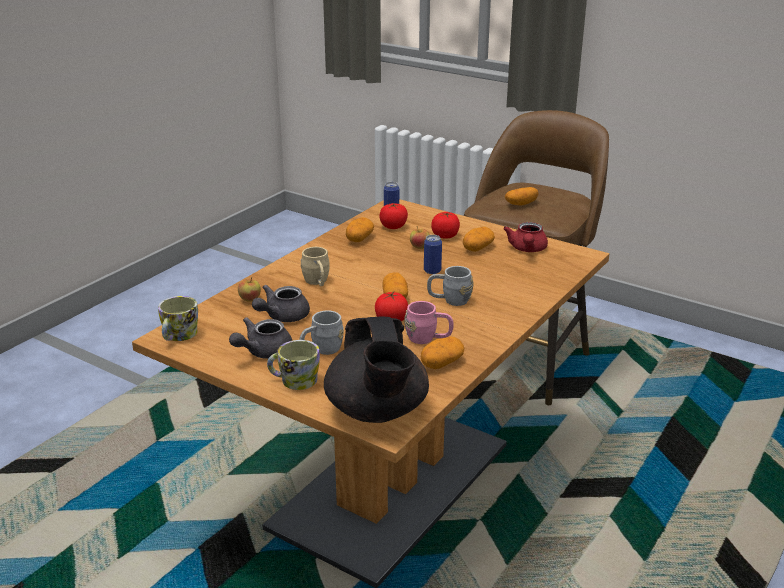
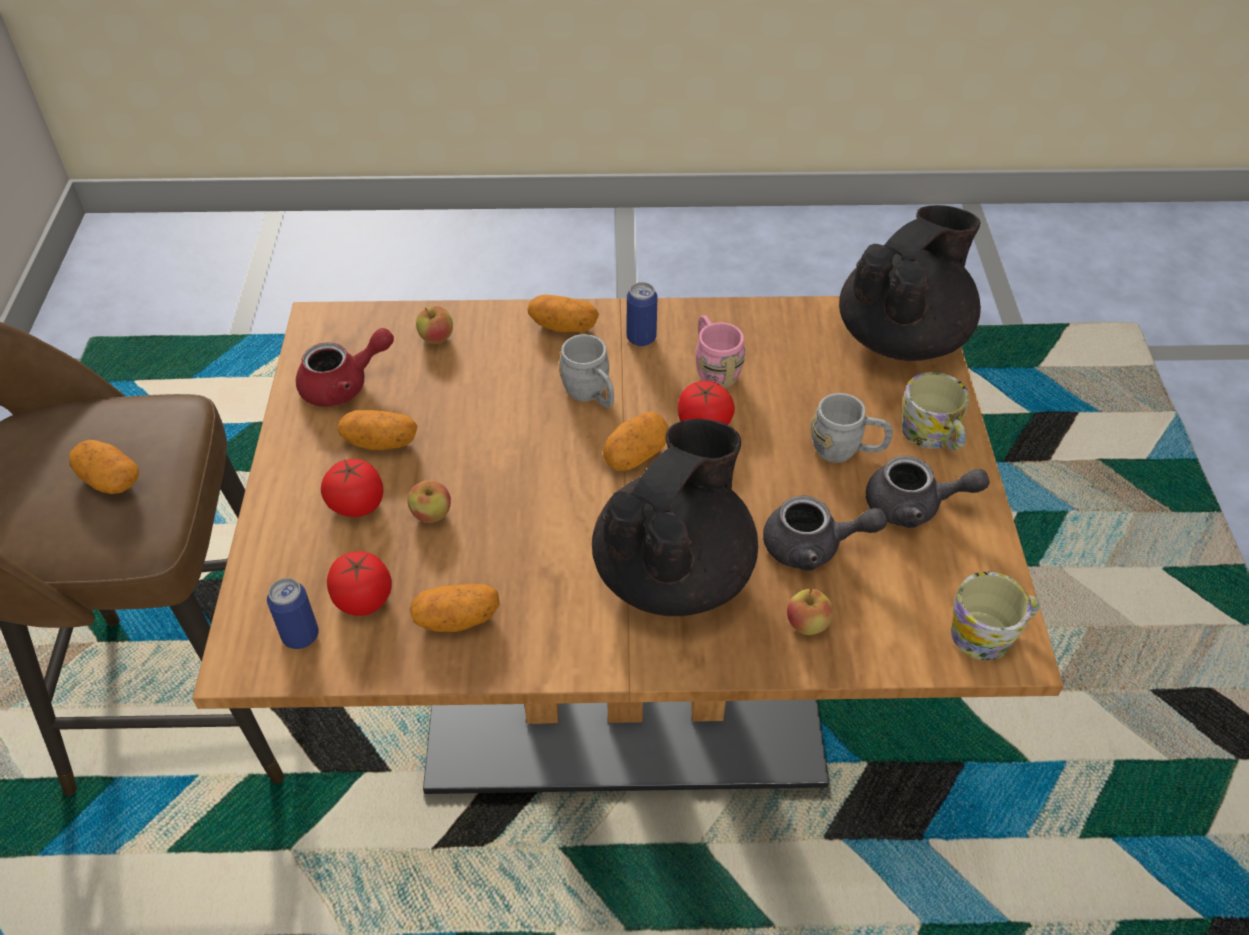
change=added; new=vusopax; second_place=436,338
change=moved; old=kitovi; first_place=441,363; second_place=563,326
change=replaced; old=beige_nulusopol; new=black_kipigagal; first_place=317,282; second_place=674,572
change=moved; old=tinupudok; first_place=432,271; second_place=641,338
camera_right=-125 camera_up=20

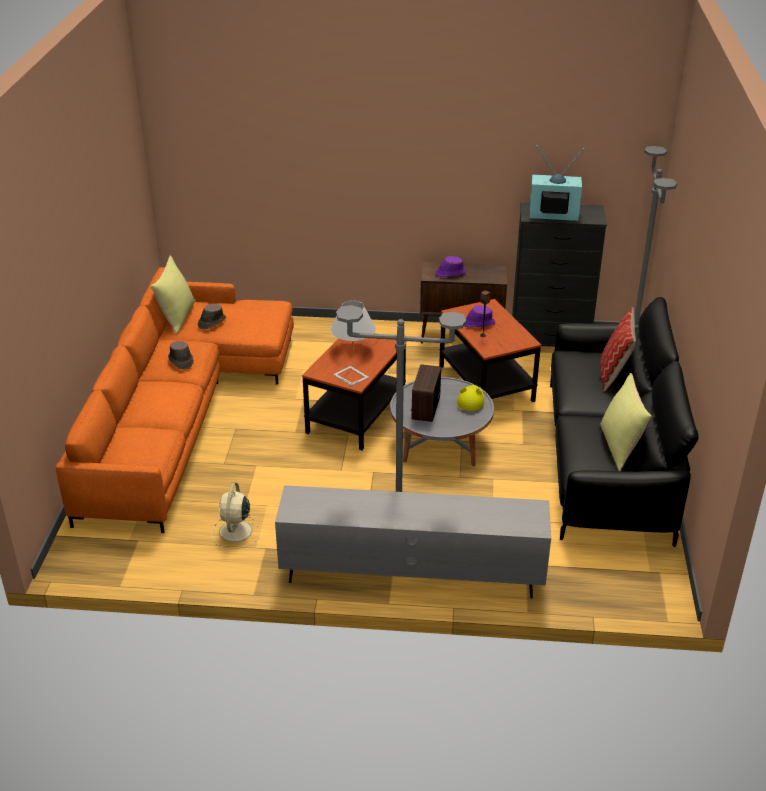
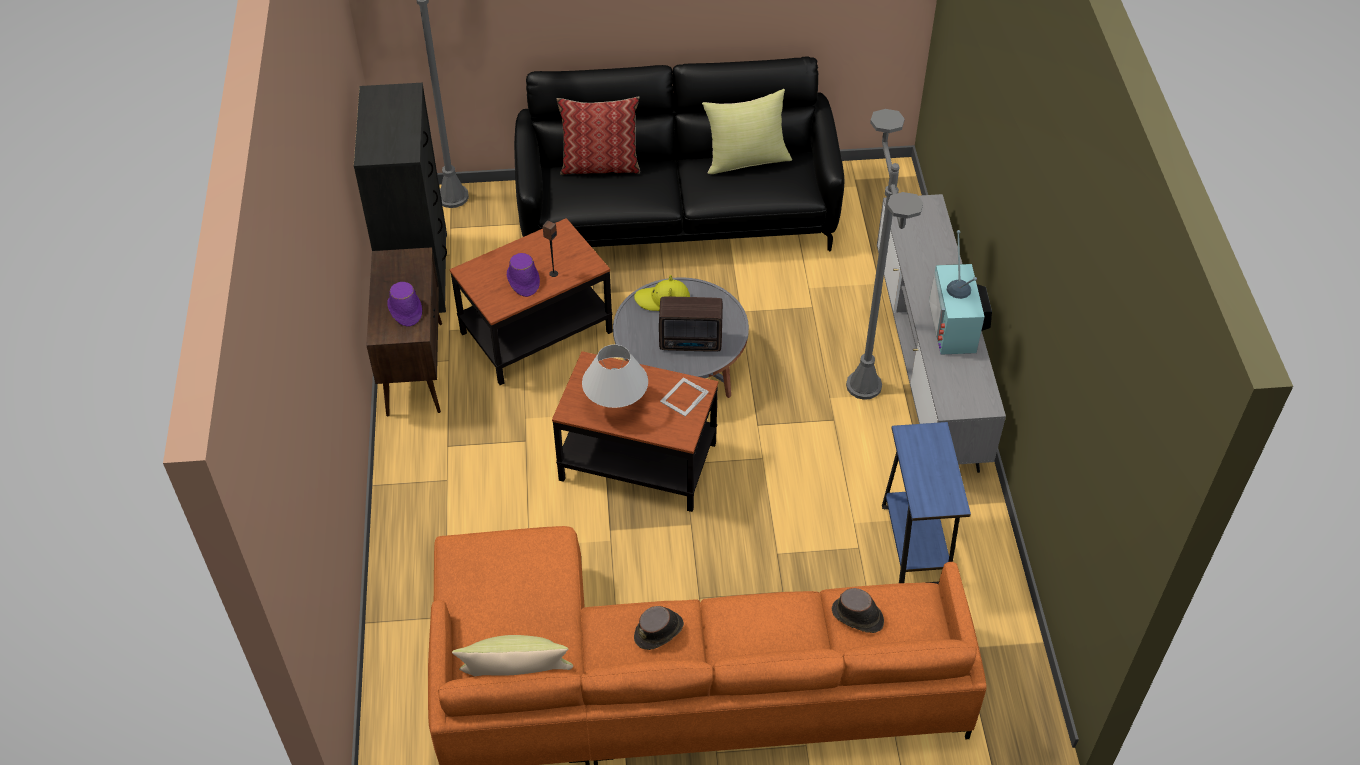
change=moved; old=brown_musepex; first_place=211,322; second_place=858,617
change=replaced; old=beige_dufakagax; new=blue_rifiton; first_place=235,532; second_place=914,544
change=moved; old=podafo; first_place=552,215; second_place=956,327
camera_right=-100 camera_up=15

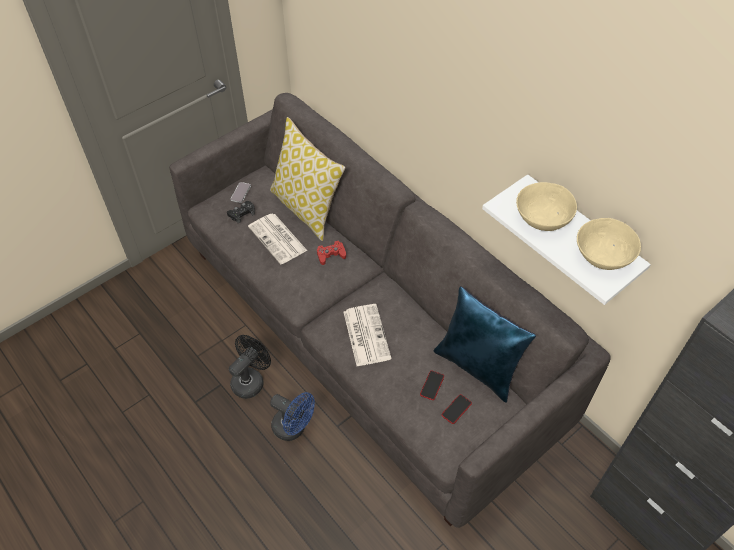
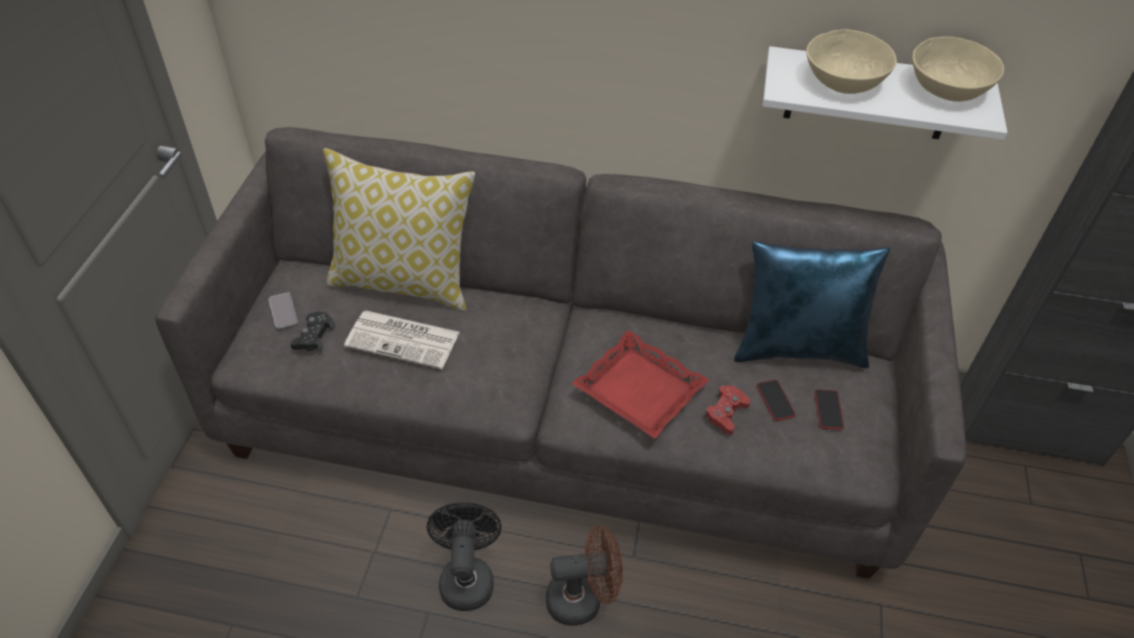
change=recoloured; old=blue_dufakagax; new=brown_dufakagax; first_place=294,428; second_place=583,598
change=replaced; old=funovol; new=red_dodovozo; first_place=366,334; second_place=638,390
change=moved; old=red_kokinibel; first_place=331,255; second_place=725,413
camera_right=-40 camera_up=-5

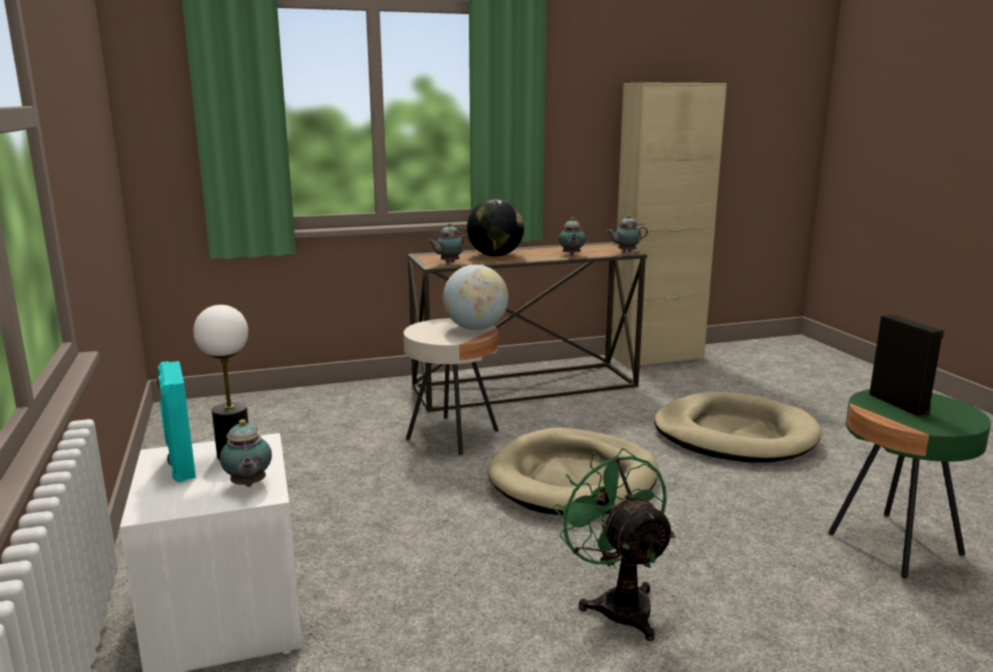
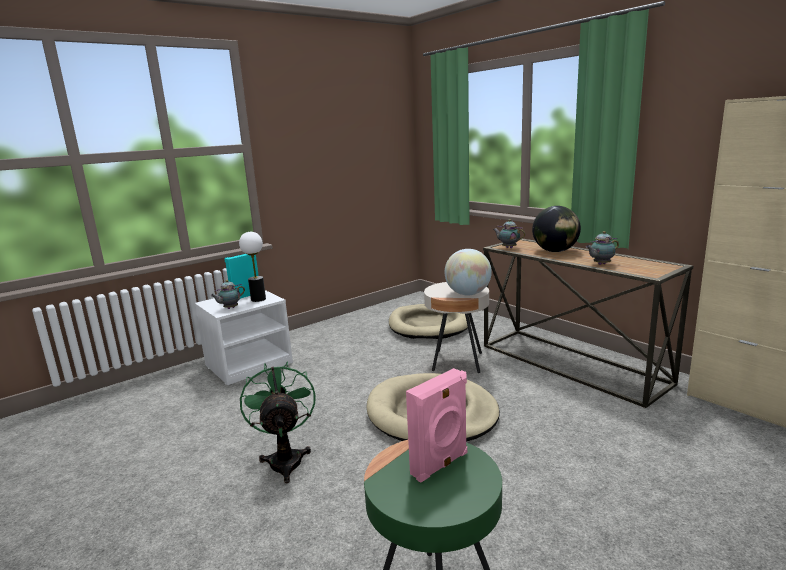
change=turned; old=green_dufakagax; first_place=617,603; second_place=285,458; degrees=-60
change=moved; old=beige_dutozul; first_place=734,435; second_place=429,325
change=recoloured; old=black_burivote; new=pink_burivote; first_place=900,404; second_place=441,465
change=removed; old=kipigagal; first_place=625,252
camera_right=70 camera_up=0

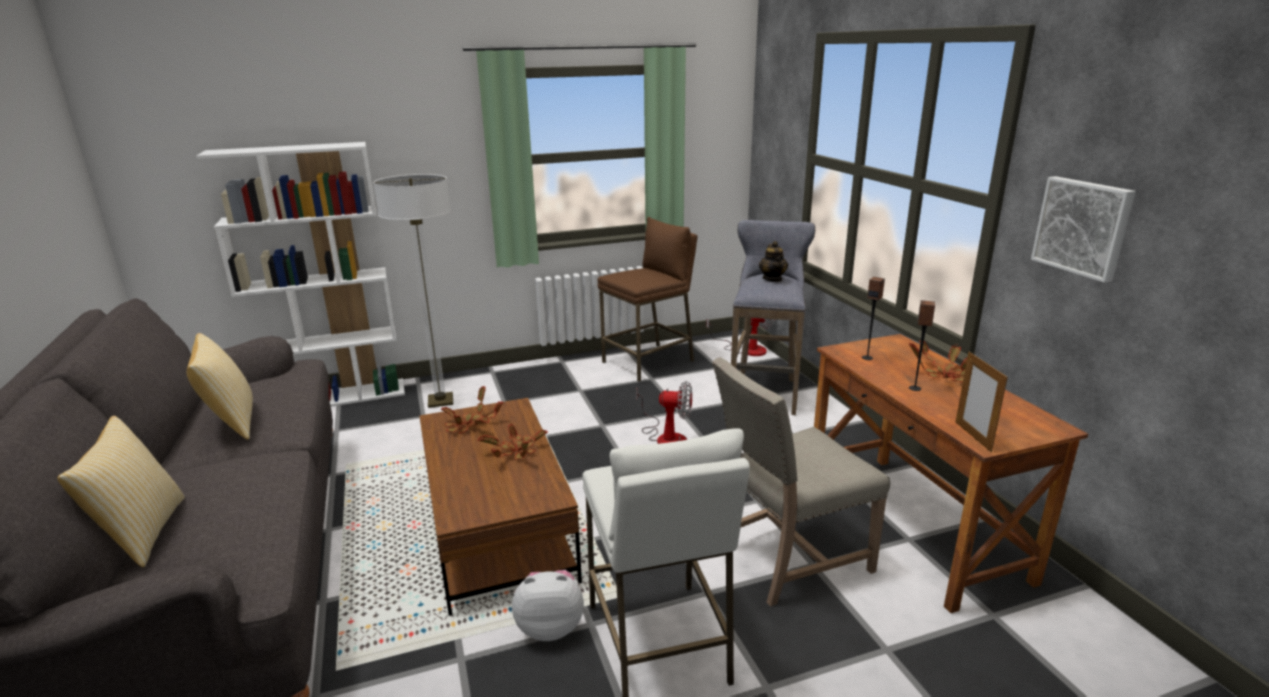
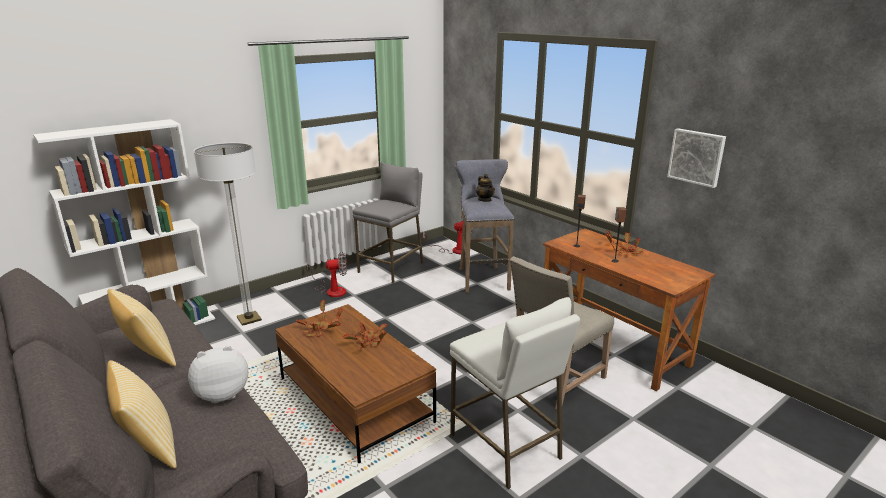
change=moved; old=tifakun; first_place=550,626; second_place=222,394
change=moved; old=dufakagax; first_place=666,437; second_place=331,290
change=recoloured; old=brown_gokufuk; new=grey_gokufuk; first_place=649,362; second_place=391,268
change=removed; old=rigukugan; first_place=973,436
camera_right=-20 camera_up=0

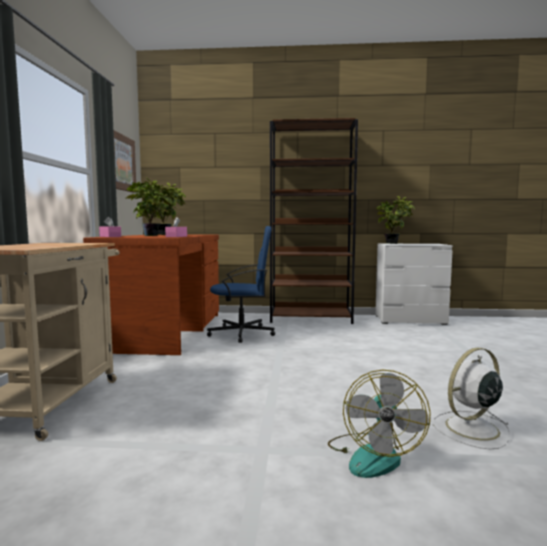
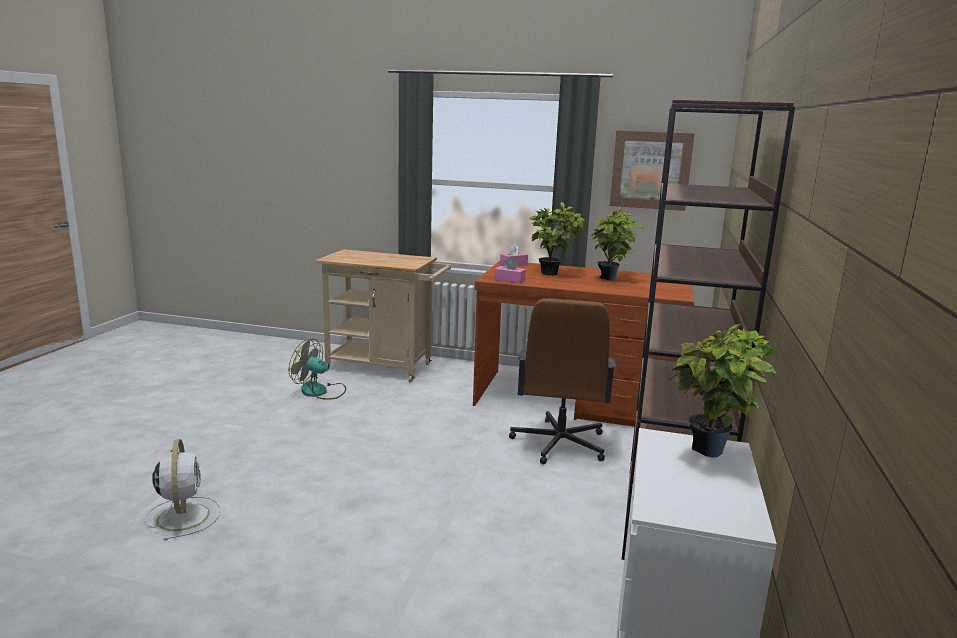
change=moved; old=dufakagax; first_place=373,455; second_place=320,392
change=recoloured; old=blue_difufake; new=brown_difufake; first_place=242,333; second_place=559,444
camera_right=100 camera_up=10

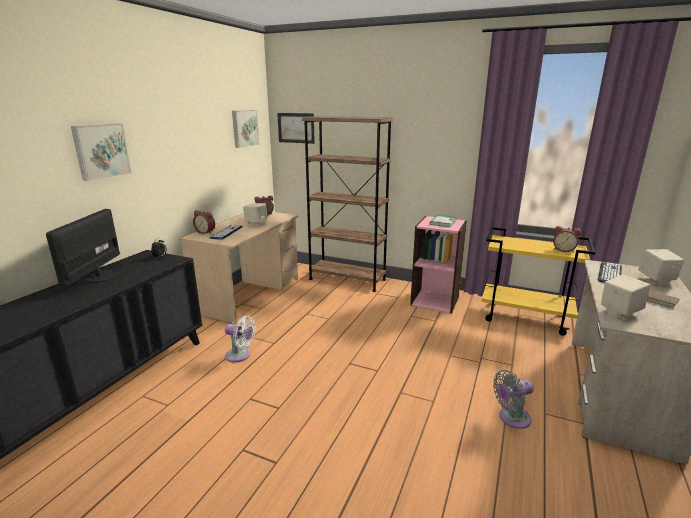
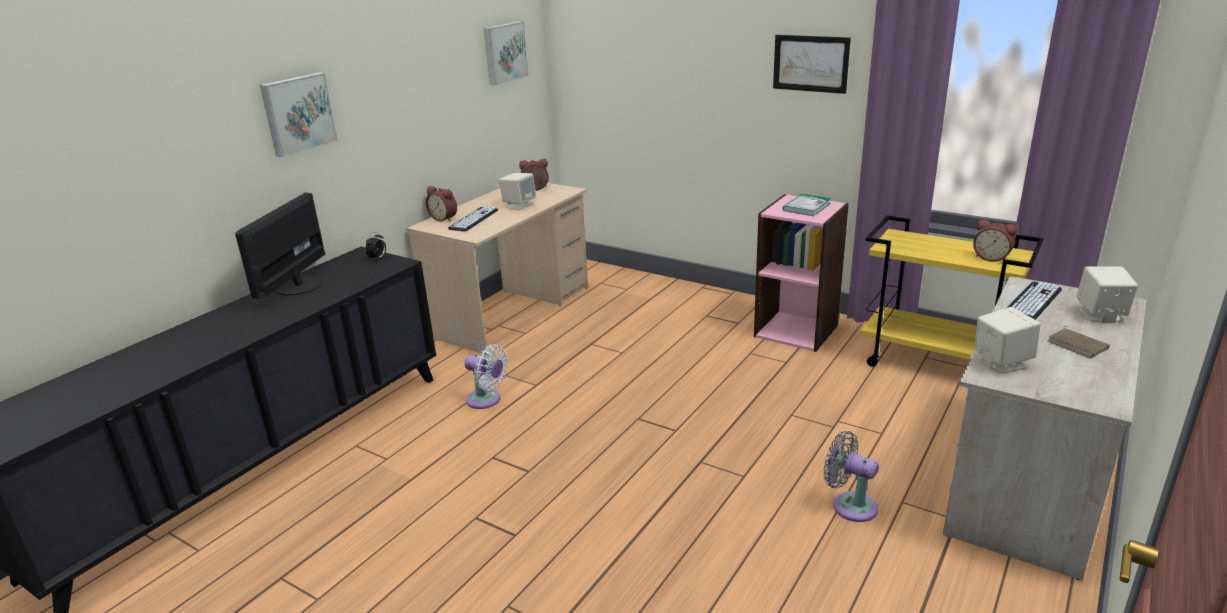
change=moved; old=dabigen; first_place=296,128; second_place=810,63
change=turned; old=grey_dufakagax; first_place=511,418; second_place=850,505; degrees=45
change=removed; old=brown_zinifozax; first_place=347,279
camera_right=10 camera_up=5

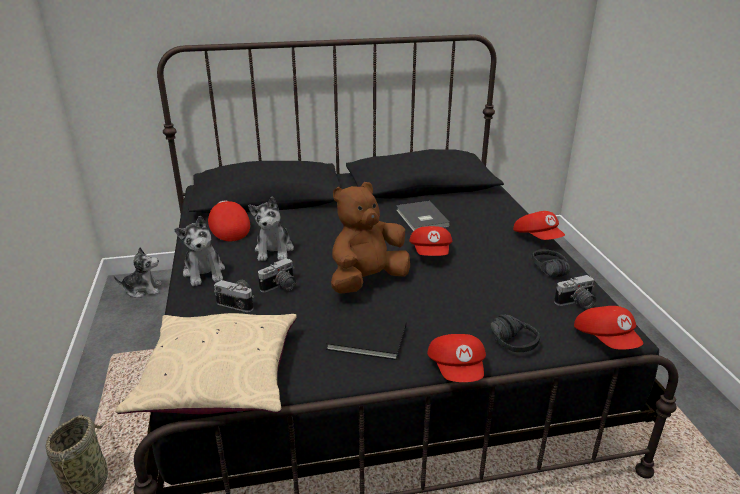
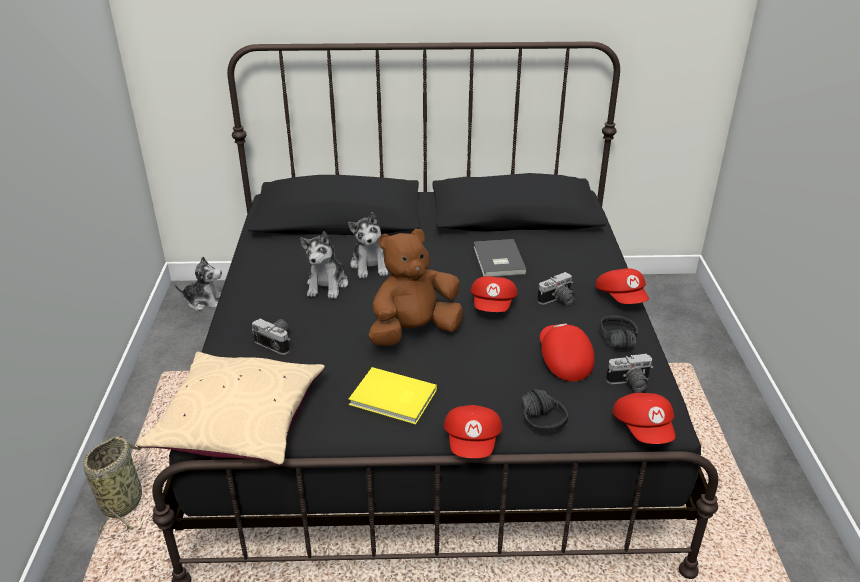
change=moved; old=tifakun; first_place=204,272; second_place=370,265
change=recoloured; old=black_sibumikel; new=yellow_sibumikel; first_place=367,339; second_place=393,399
change=moved; old=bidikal; first_place=280,287; second_place=558,300
change=moved; old=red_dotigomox; first_place=228,230; second_place=563,361
camera_right=10 camera_up=5

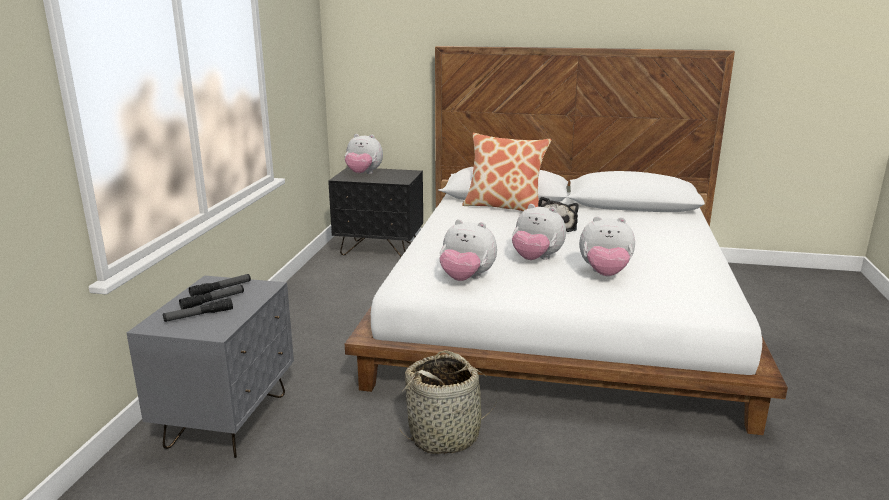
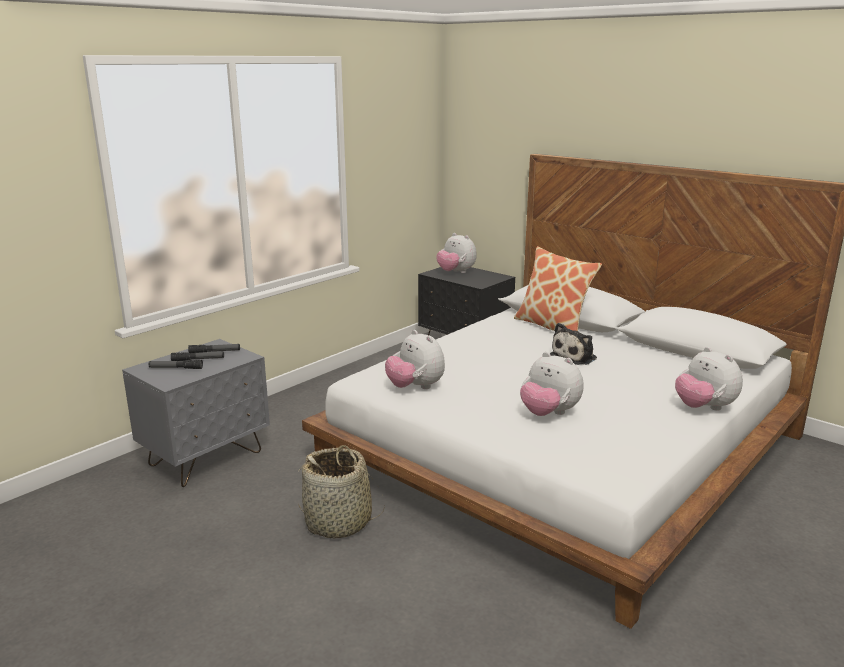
change=moved; old=tifakun; first_place=536,259; second_place=704,408
camera_right=30 camera_up=0

